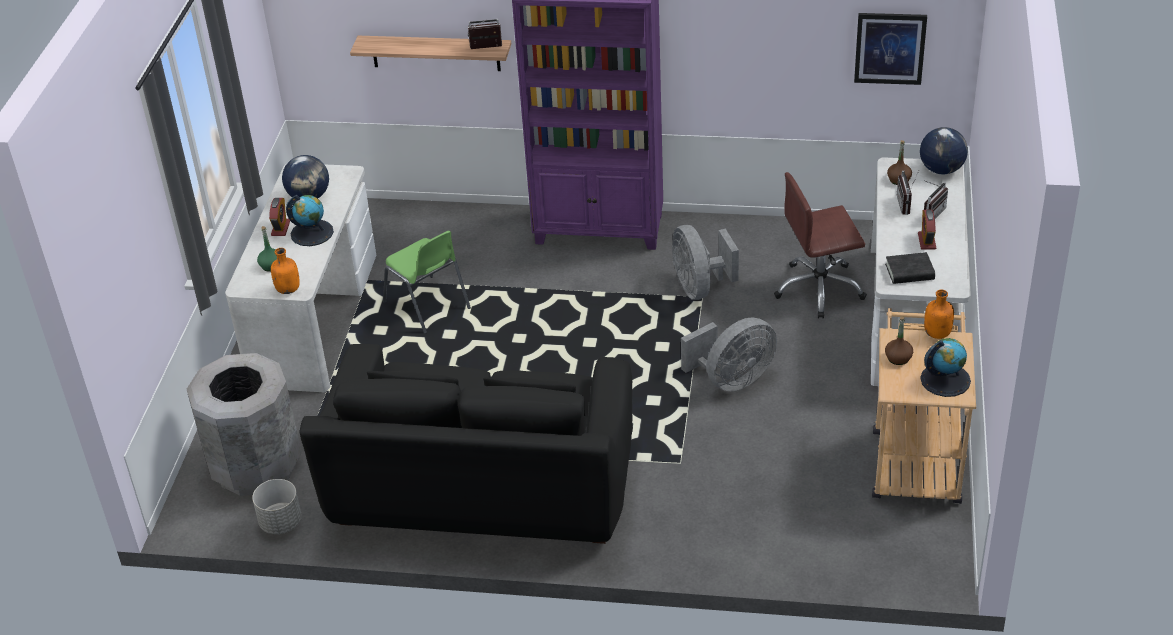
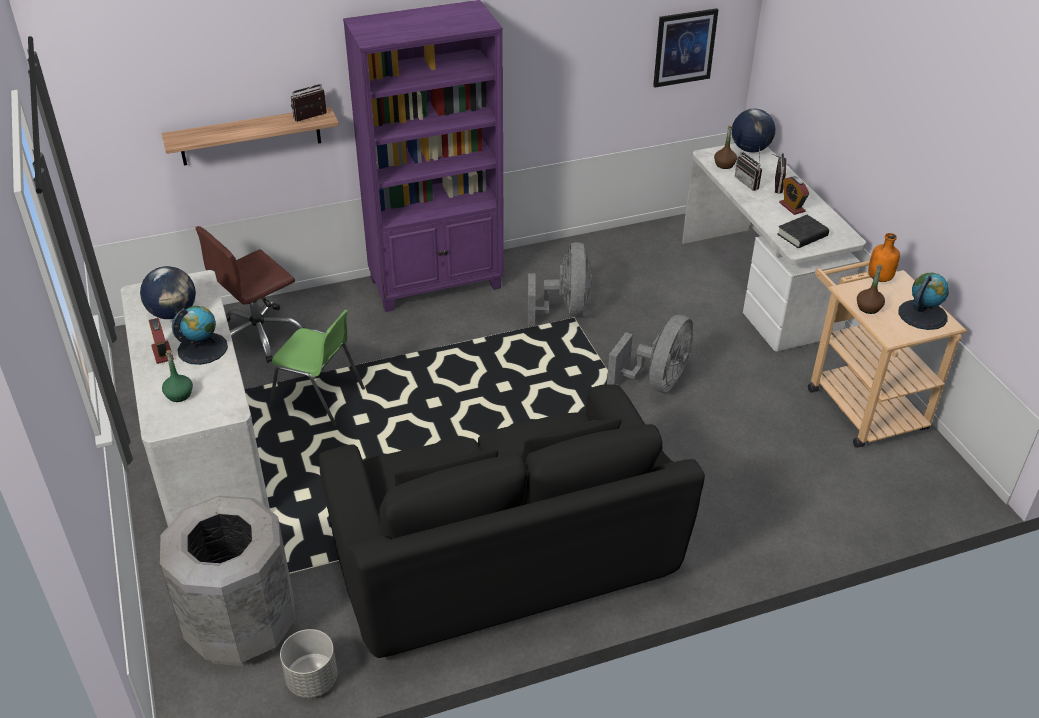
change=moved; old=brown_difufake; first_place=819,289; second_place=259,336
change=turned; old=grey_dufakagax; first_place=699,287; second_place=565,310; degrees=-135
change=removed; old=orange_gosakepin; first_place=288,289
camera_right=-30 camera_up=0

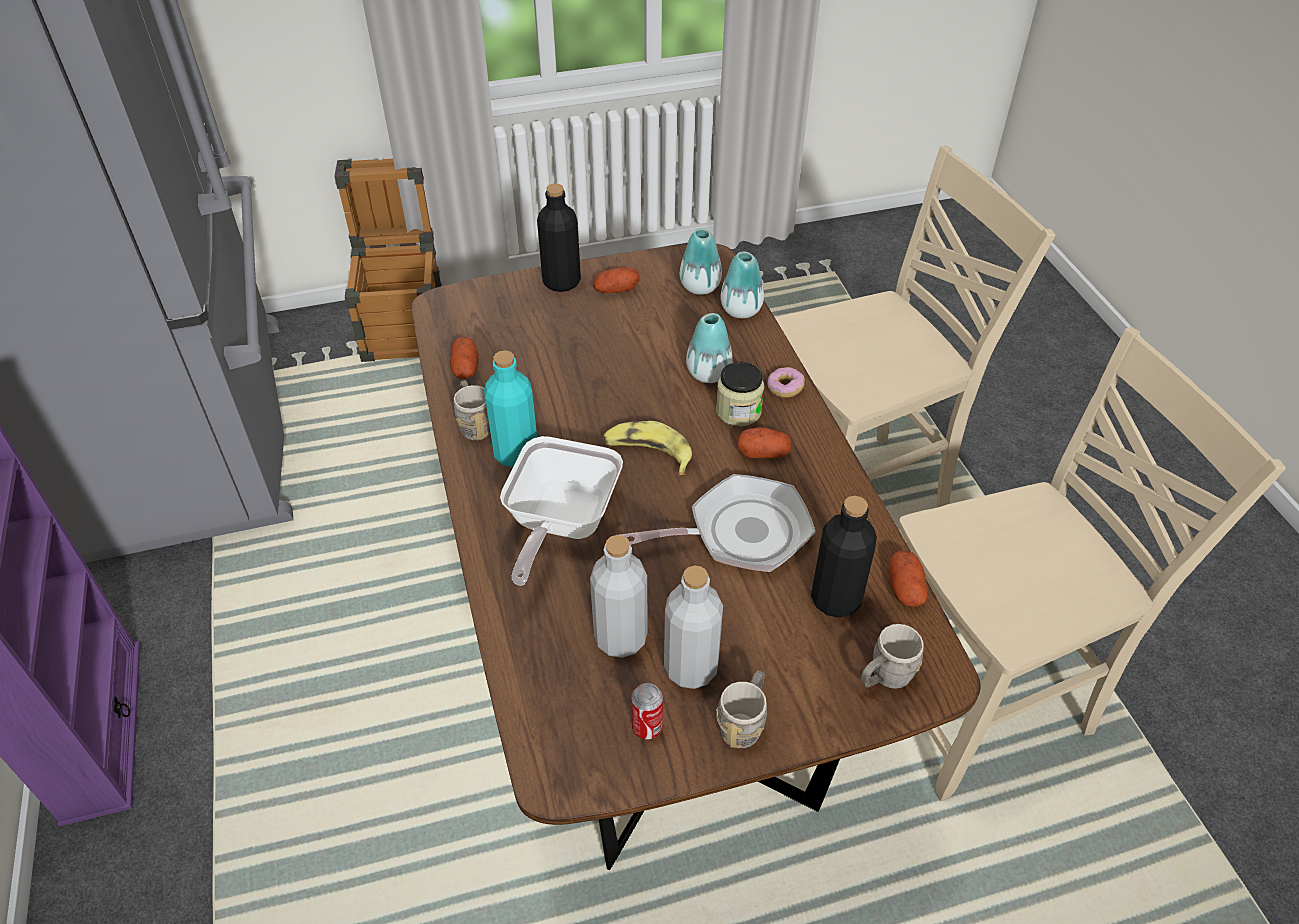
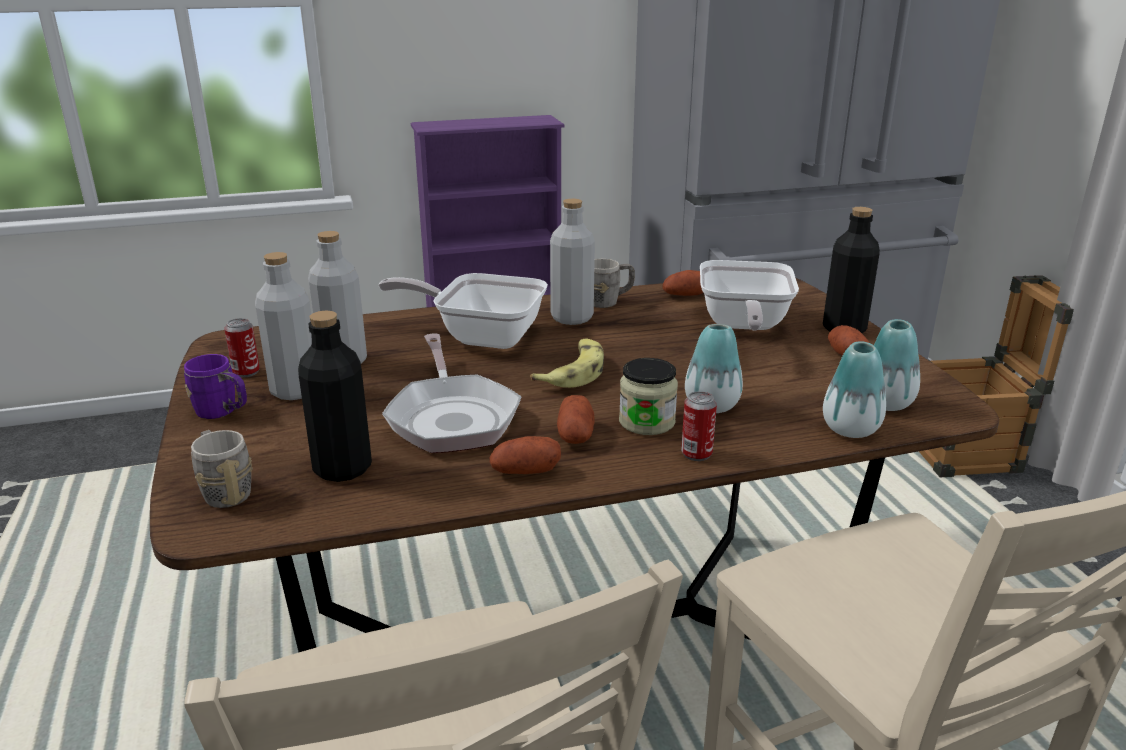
change=recoloured; old=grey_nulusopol; new=purple_nulusopol; first_place=744,722; second_place=223,412
change=moved; old=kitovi; first_place=905,588; second_place=525,471
change=recoloured; old=turquoise_gosakepin; new=grey_gosakepin; first_place=516,453; second_place=572,318
change=replaced; old=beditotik; new=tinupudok; first_place=785,388; second_place=696,454
change=added; new=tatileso; second_place=742,326
camera_right=90 camera_up=-20

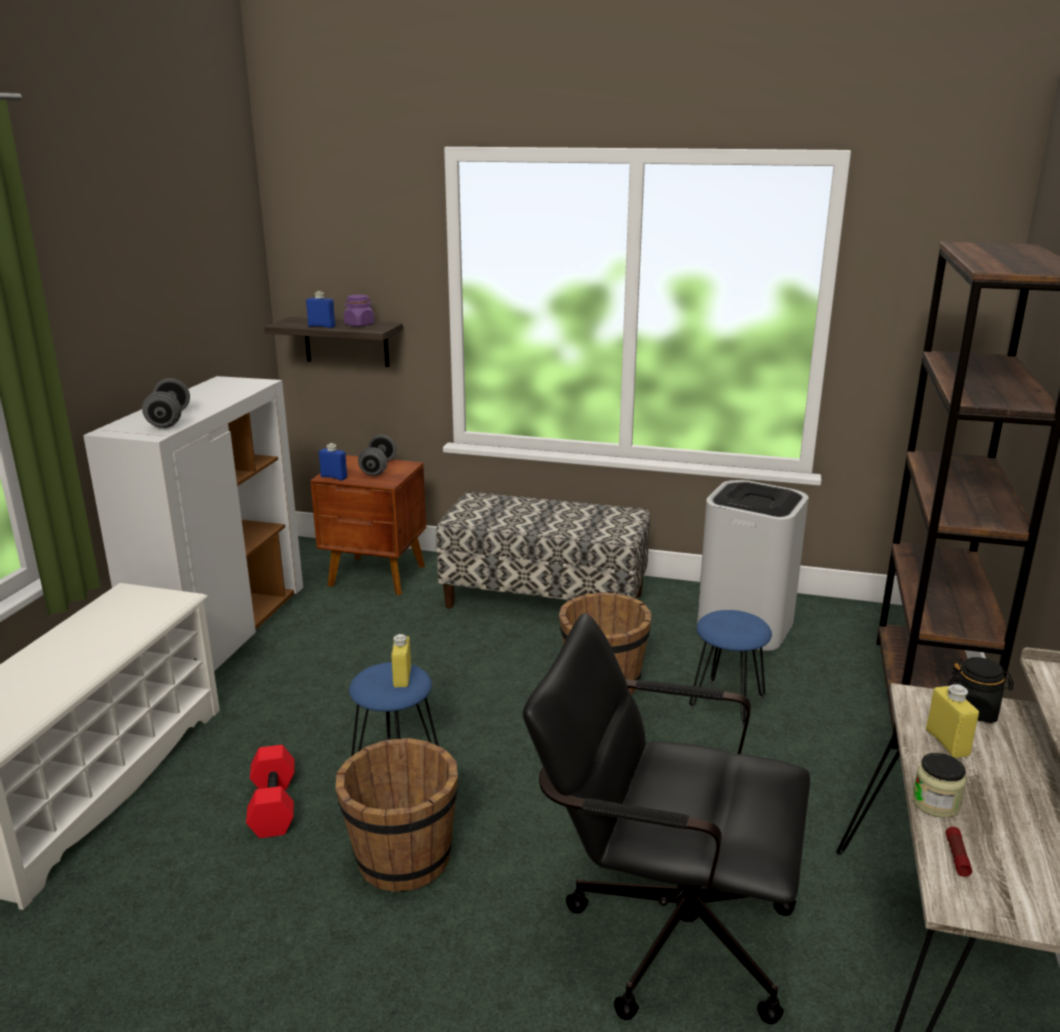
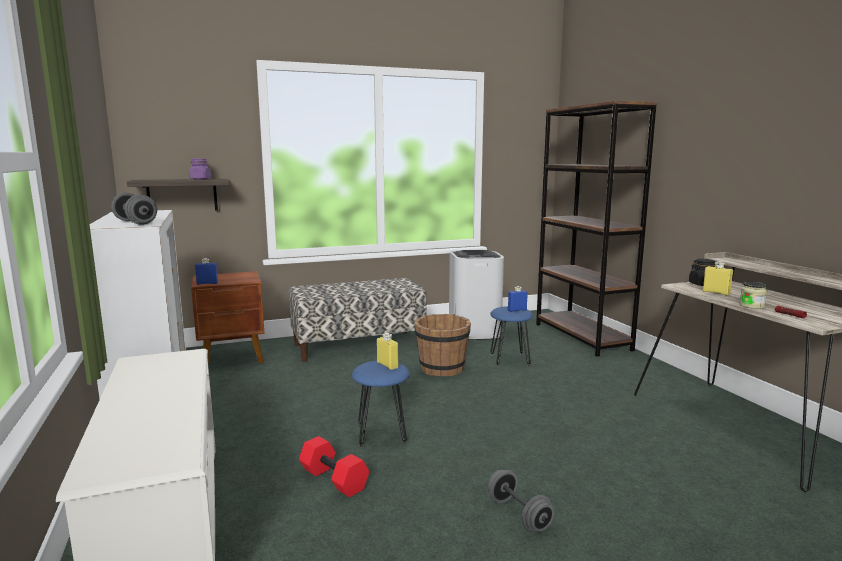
change=moved; old=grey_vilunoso; first_place=378,468; second_place=519,514
change=moved; old=blue_gosakepin; first_place=321,326; second_place=517,310
change=removed; old=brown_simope; first_place=402,858
change=removed; old=black_difufake; first_place=661,930
camera_right=-35 camera_up=-10

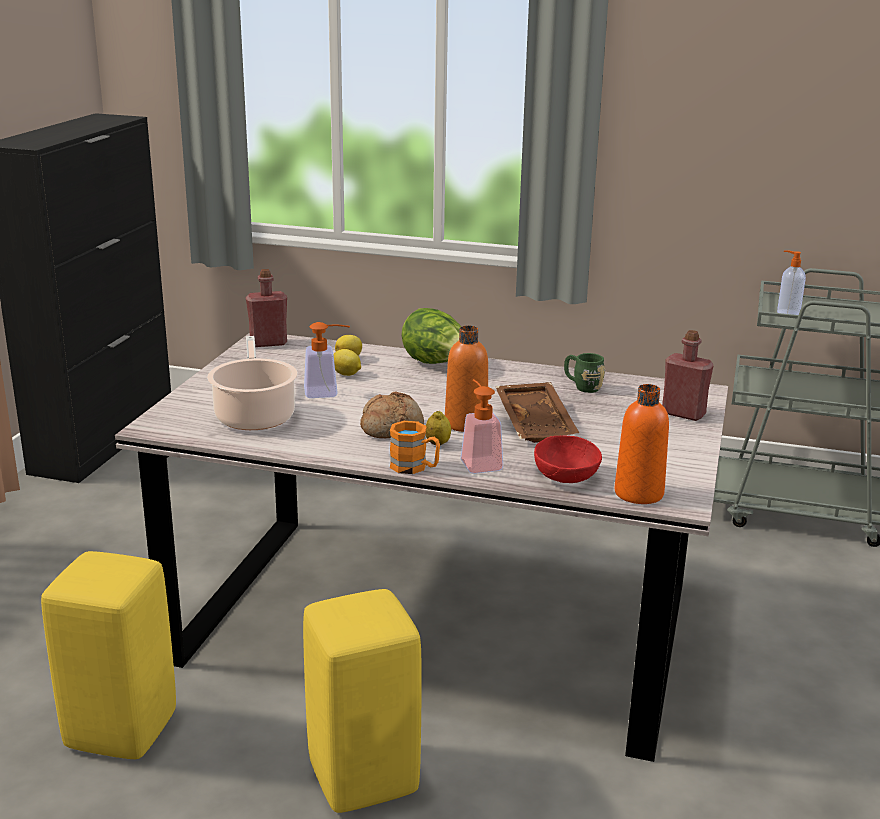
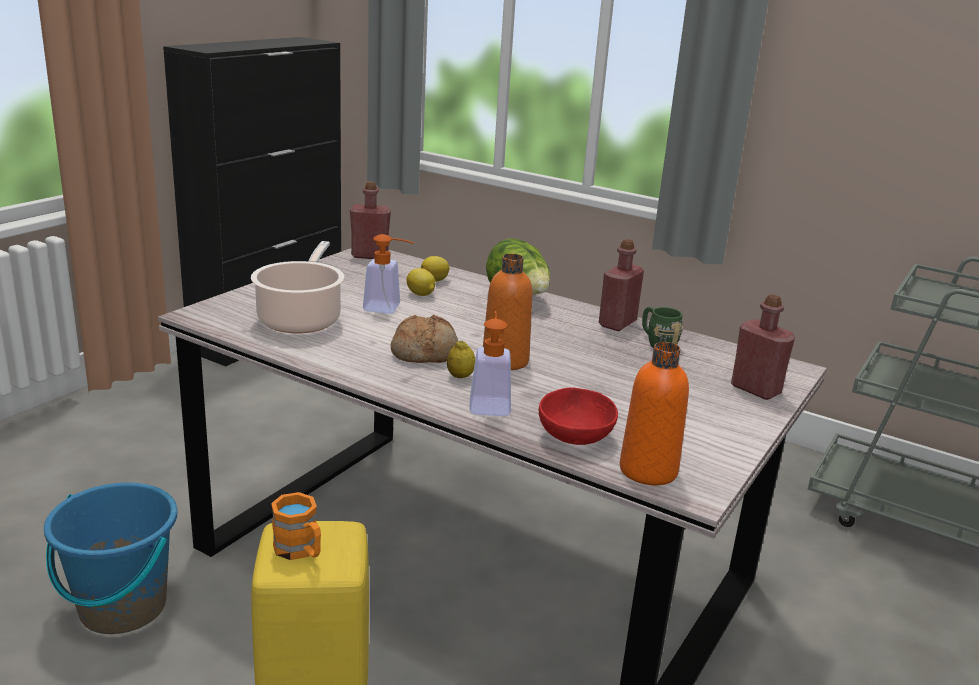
change=replaced; old=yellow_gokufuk; new=blue_simope; first_place=124,730; second_place=122,608
change=moved; old=orange_nulusopol; first_place=415,467; second_place=300,551
change=added; new=red_gosakepin; second_place=617,323
change=removed; old=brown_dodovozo; first_place=537,423
change=removed; old=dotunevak; first_place=787,312
camera_right=15 camera_up=0

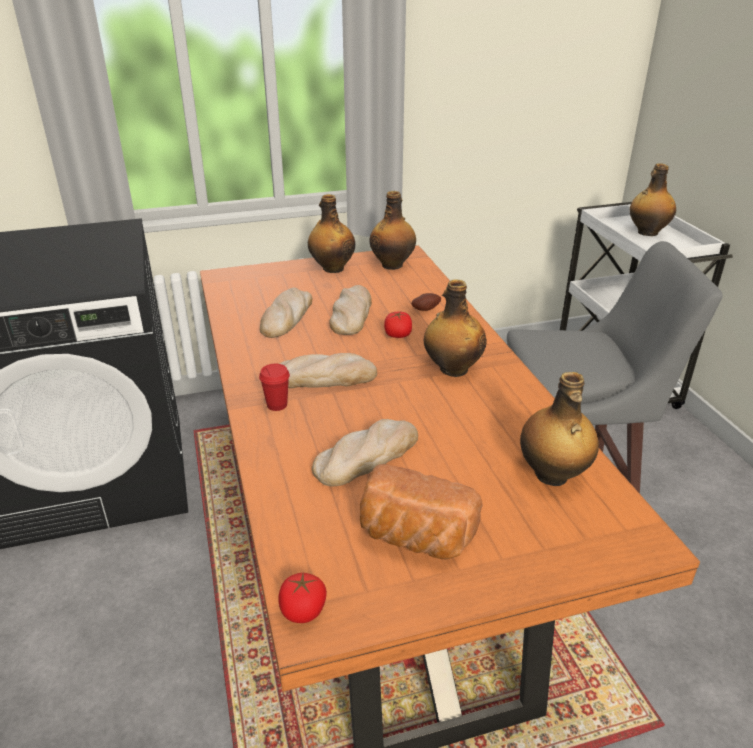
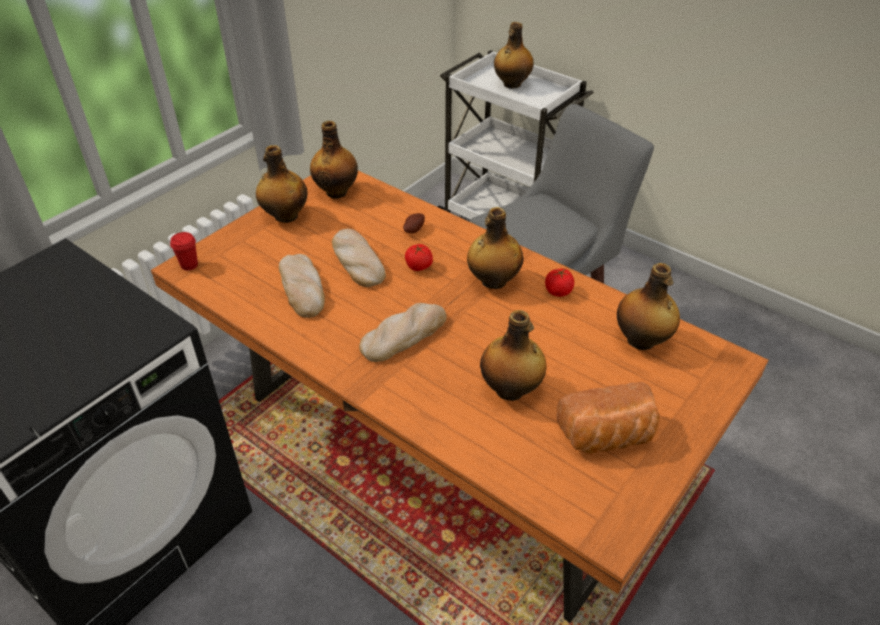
change=moved; old=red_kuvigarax; first_place=277,405; second_place=189,265
change=replaced; old=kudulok; new=gosakepin; first_place=367,456; second_place=511,390
change=moved; old=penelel; first_place=303,611; second_place=558,291
camera_right=-35 camera_up=10

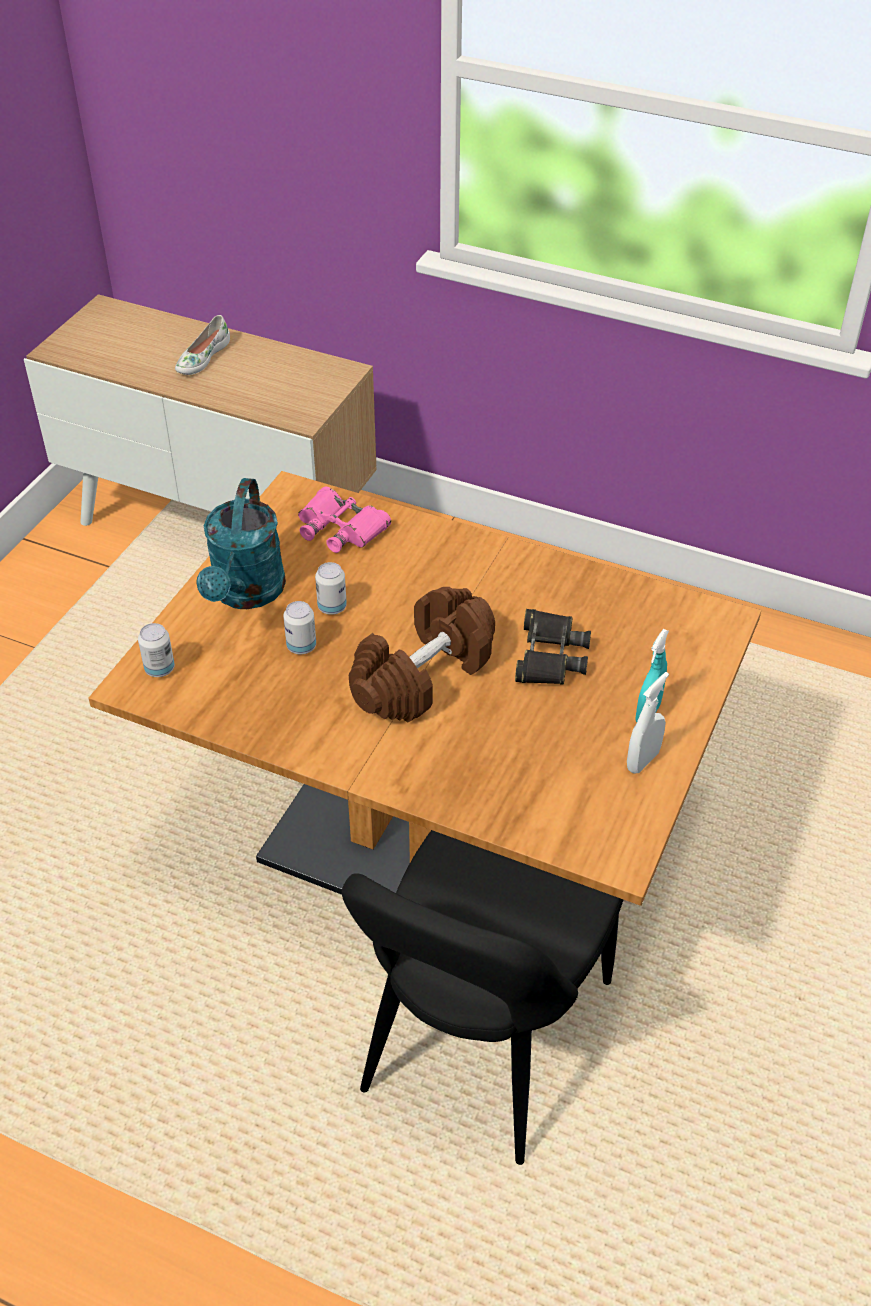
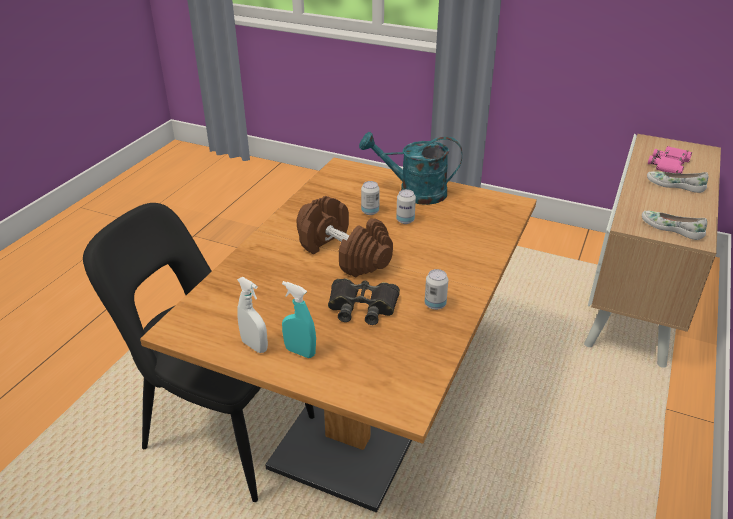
change=moved; old=tinupudok; first_place=159,669; second_place=435,304
change=added; new=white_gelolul; second_place=671,228
change=moved; old=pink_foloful; first_place=340,528; second_place=669,165
camera_right=90 camera_up=-10

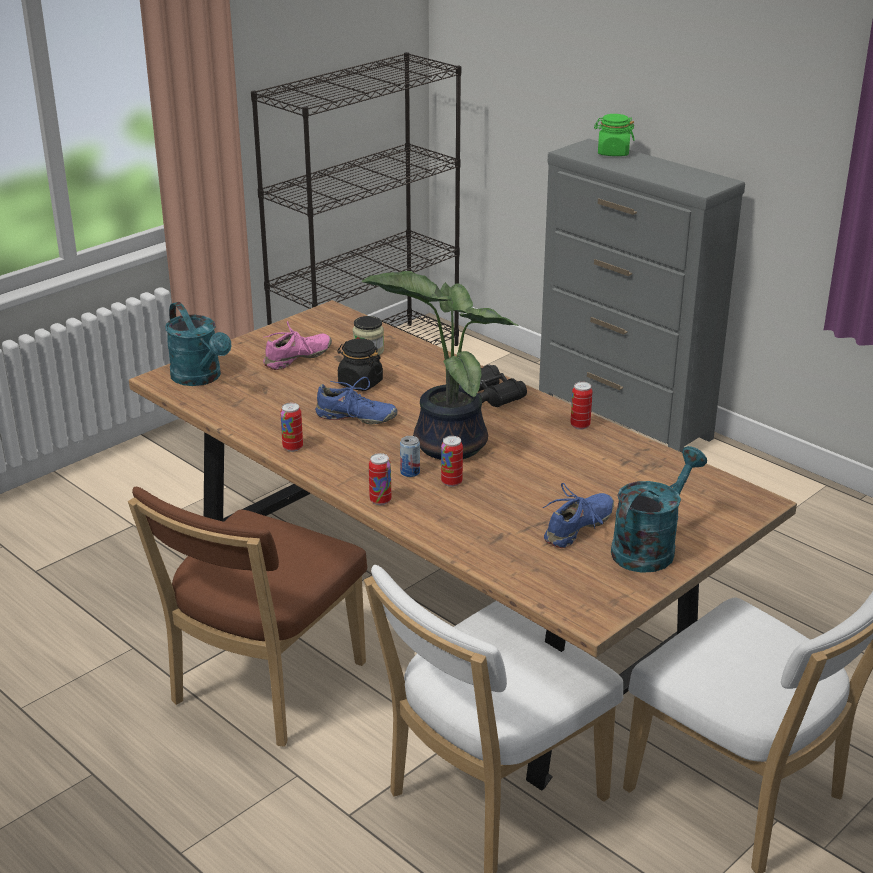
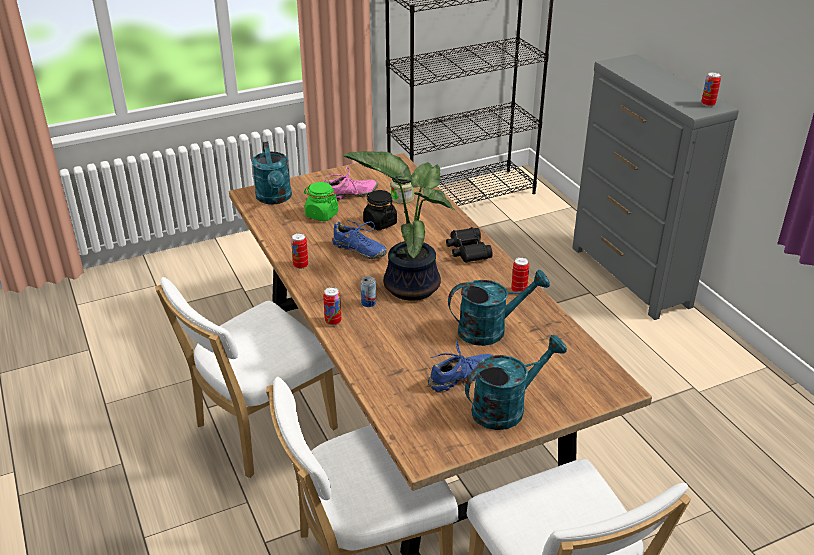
change=recoloured; old=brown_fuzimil; new=white_fuzimil; first_place=262,688; second_place=259,429
change=moved; old=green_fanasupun; first_place=613,153; second_place=321,215
change=added; new=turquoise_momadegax; second_place=490,329
change=moved; old=tinupudok; first_place=451,482; second_place=708,104
camera_right=20 camera_up=5

